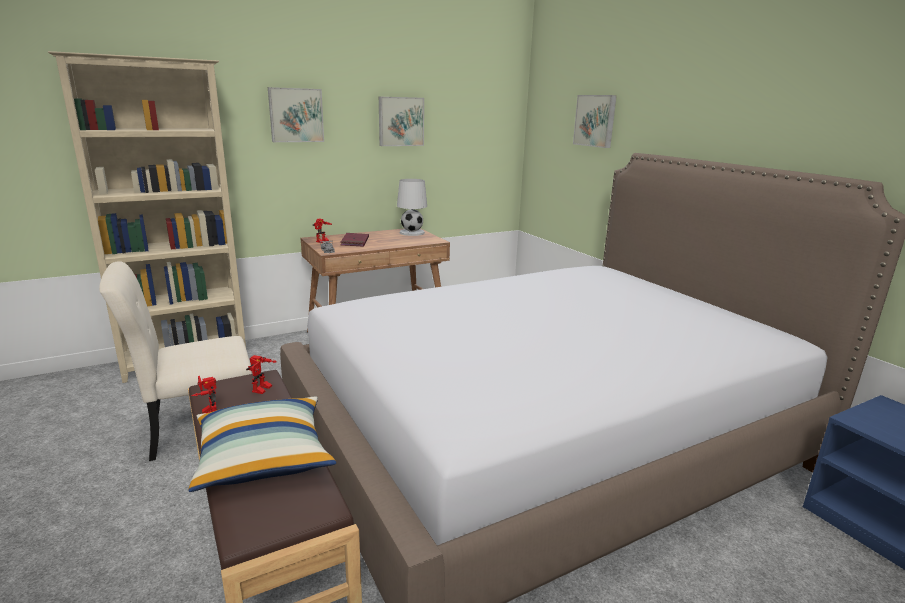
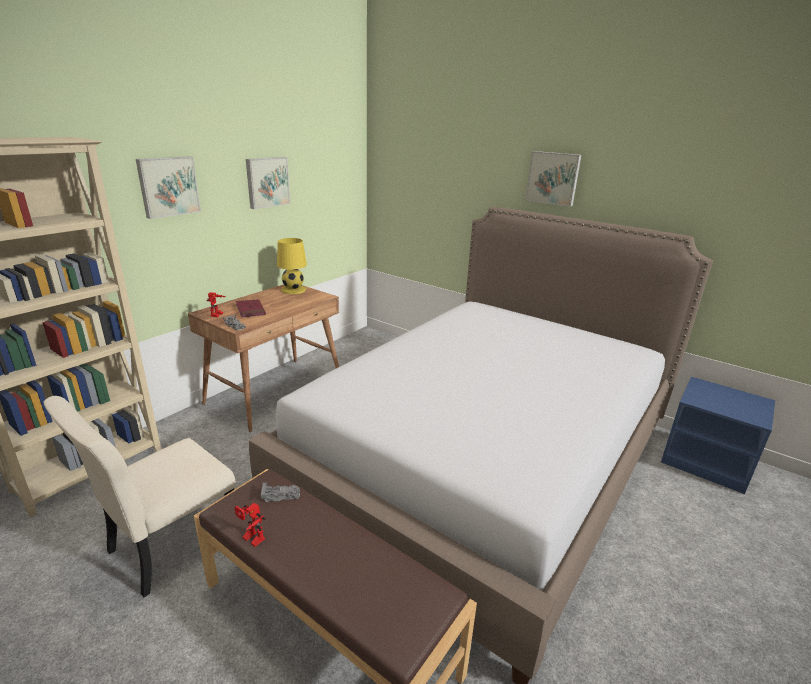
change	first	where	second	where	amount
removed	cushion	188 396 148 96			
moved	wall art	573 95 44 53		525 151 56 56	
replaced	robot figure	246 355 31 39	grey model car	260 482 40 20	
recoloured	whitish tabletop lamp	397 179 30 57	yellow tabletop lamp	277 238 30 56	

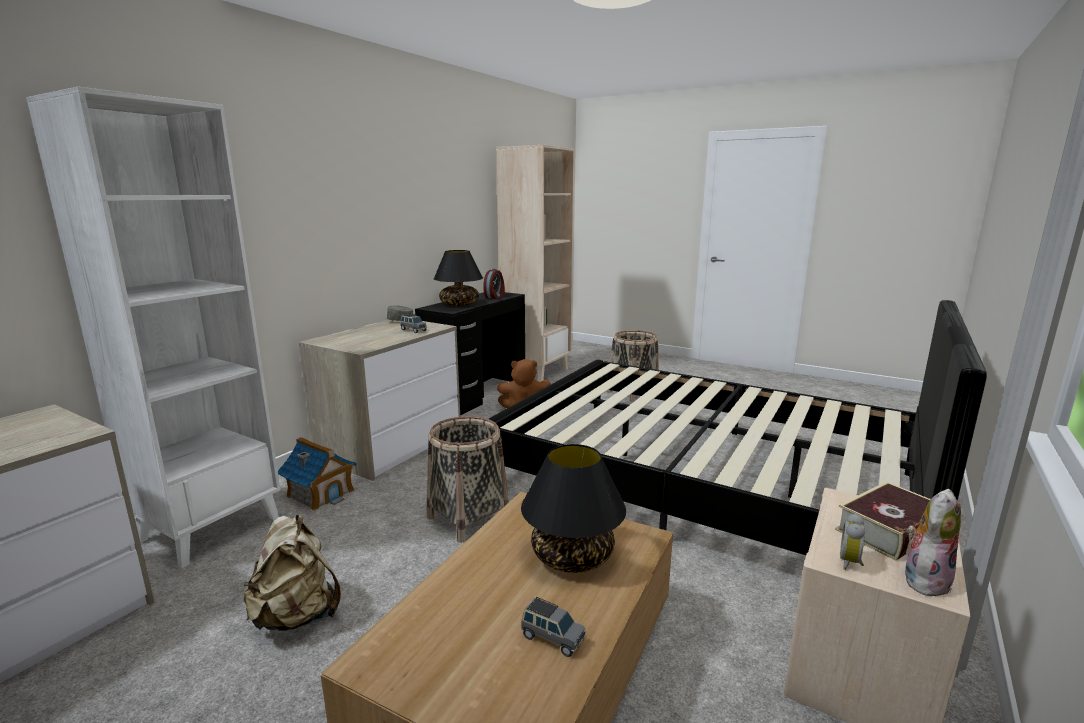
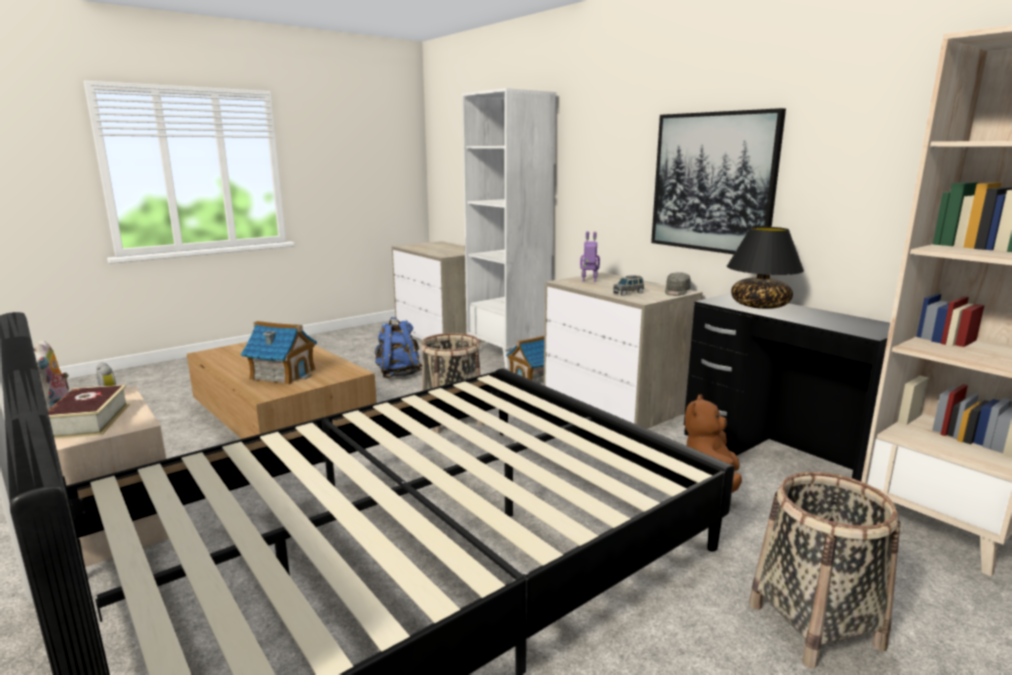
change	first	where	second	where	amount
removed	bedside clock	483 269 22 30			
removed	grey model car	521 597 65 60			
added			robot figure	580 231 20 51	
added			wall art	651 108 135 146	
replaced	blackish tabletop lamp	521 444 105 129	miniature house	241 321 76 64	
recoloured	beige-coloured backpack	244 515 97 116	bluish backpack	375 317 47 61	

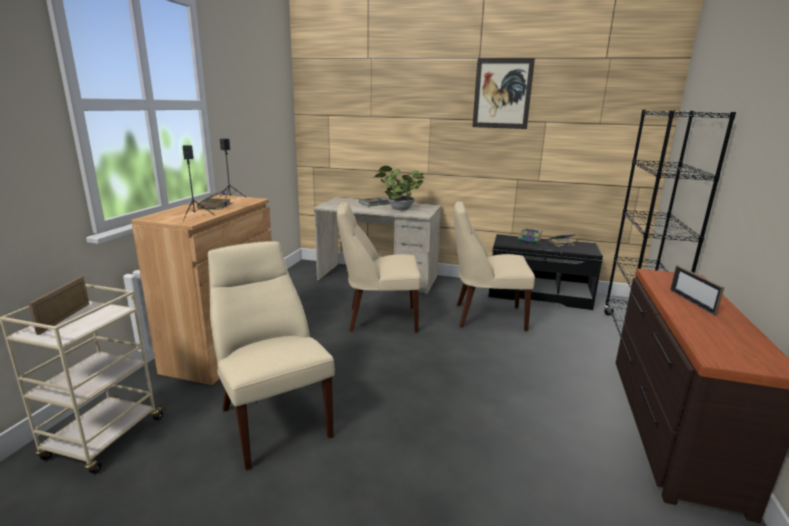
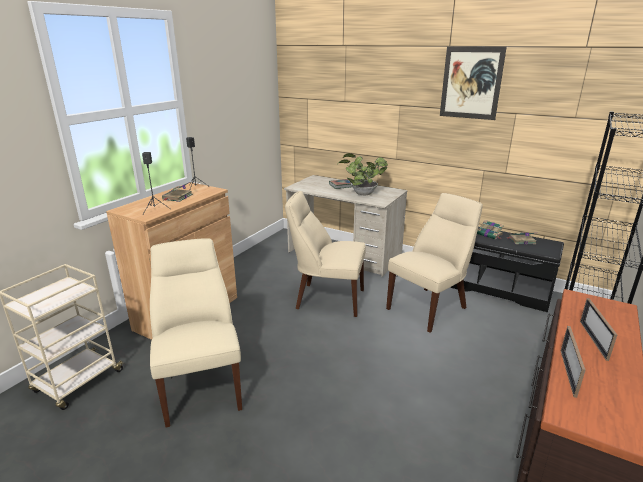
change	first	where	second	where	amount
moved	picture frame	28 276 61 59		561 326 25 72	
turned	beige-coloured chair	454 201 81 130		386 193 97 140	120 degrees clockwise

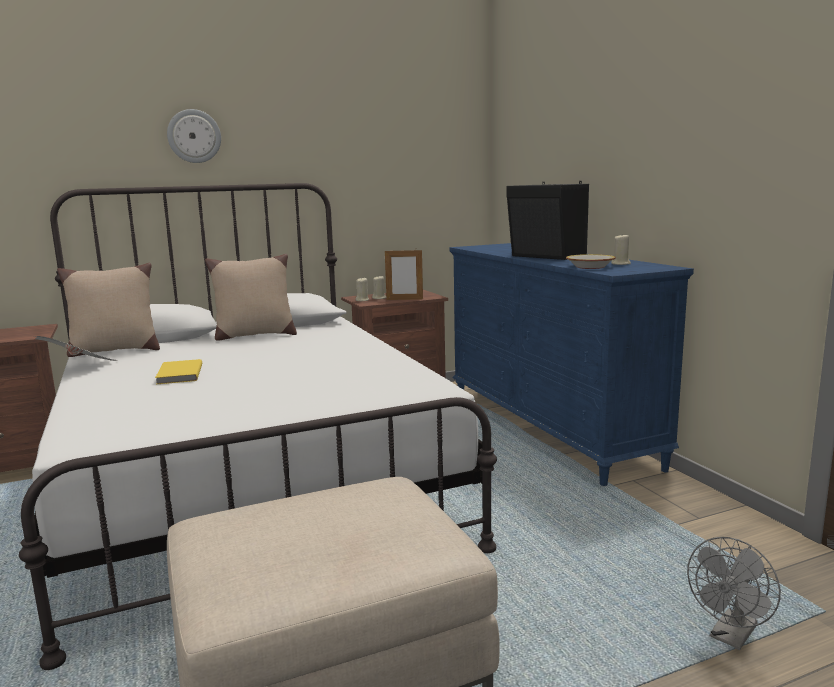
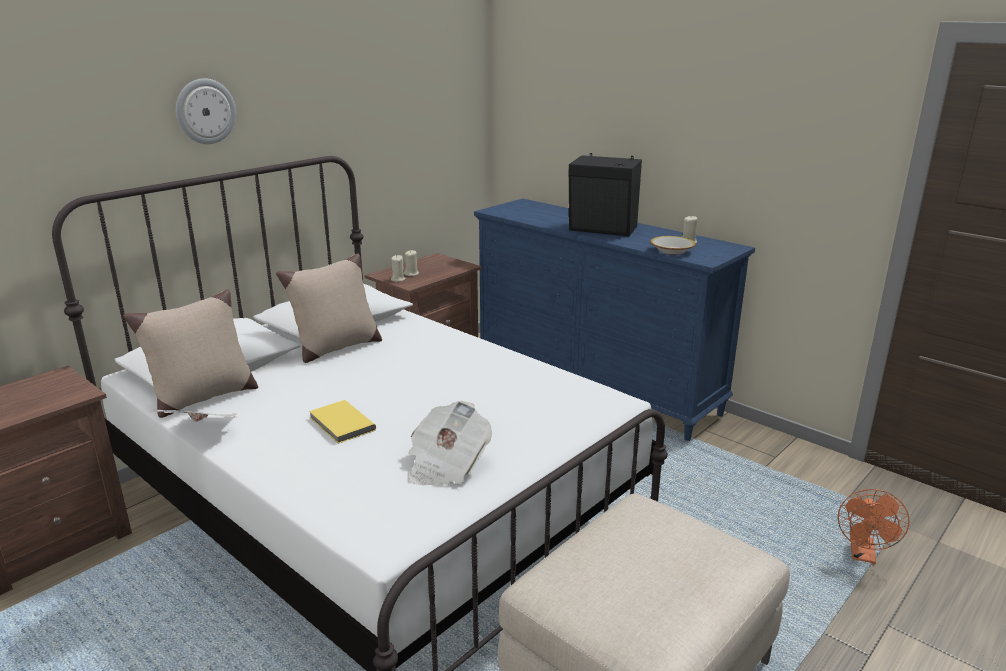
change	first	where	second	where	amount
removed	picture frame	385 249 38 51			
added			printed paper	408 401 84 84	
recoloured	grey cooling fan	687 537 94 113	orange-coloured cooling fan	838 489 72 75	

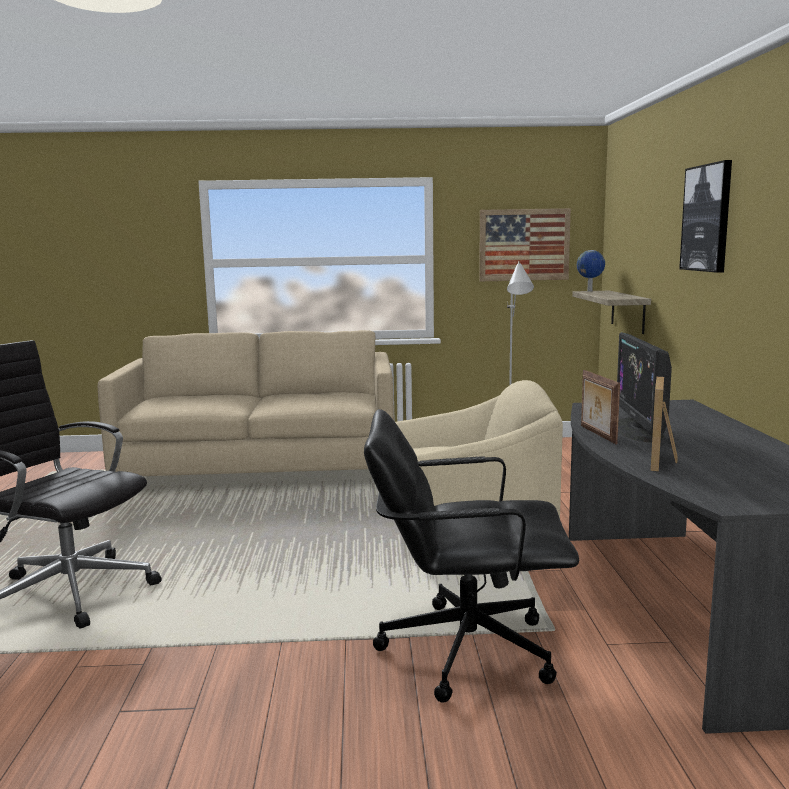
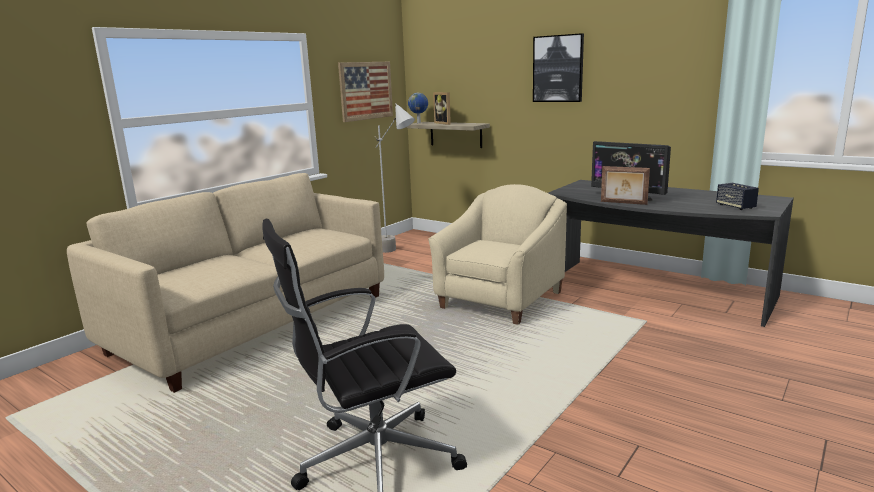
change	first	where	second	where	amount
removed	blackish desk chair	364 409 215 294			
added			speaker	716 183 43 27	
moved	picture frame	651 377 27 94		433 92 18 33	

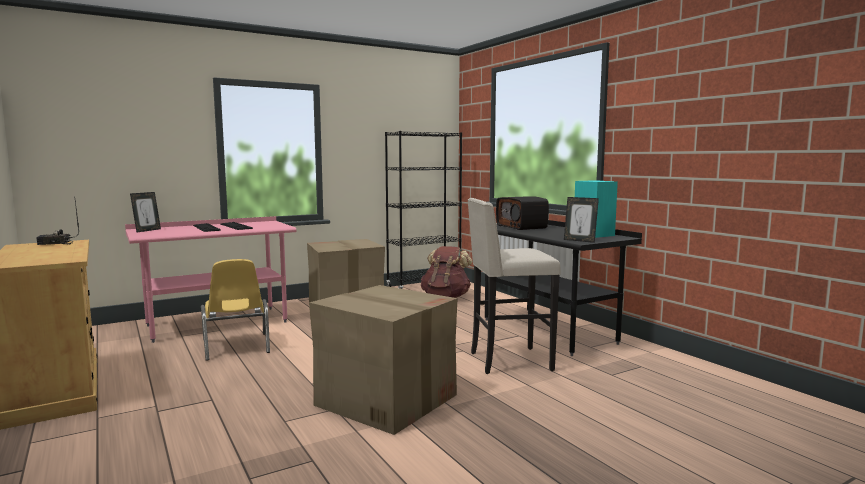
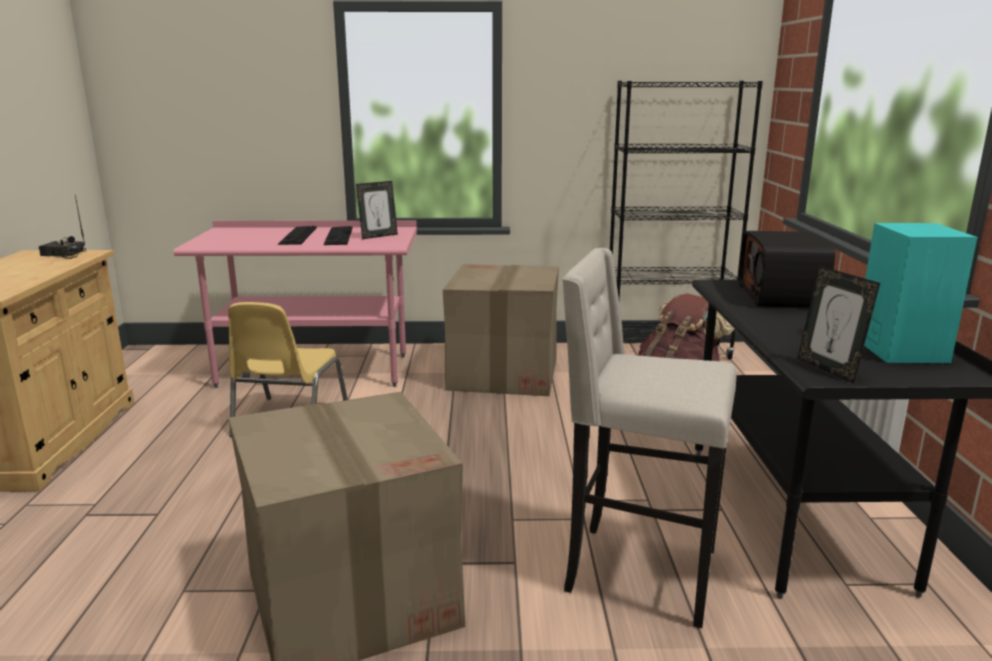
change	first	where	second	where	amount
moved	picture frame	130 192 31 40		356 181 42 58	

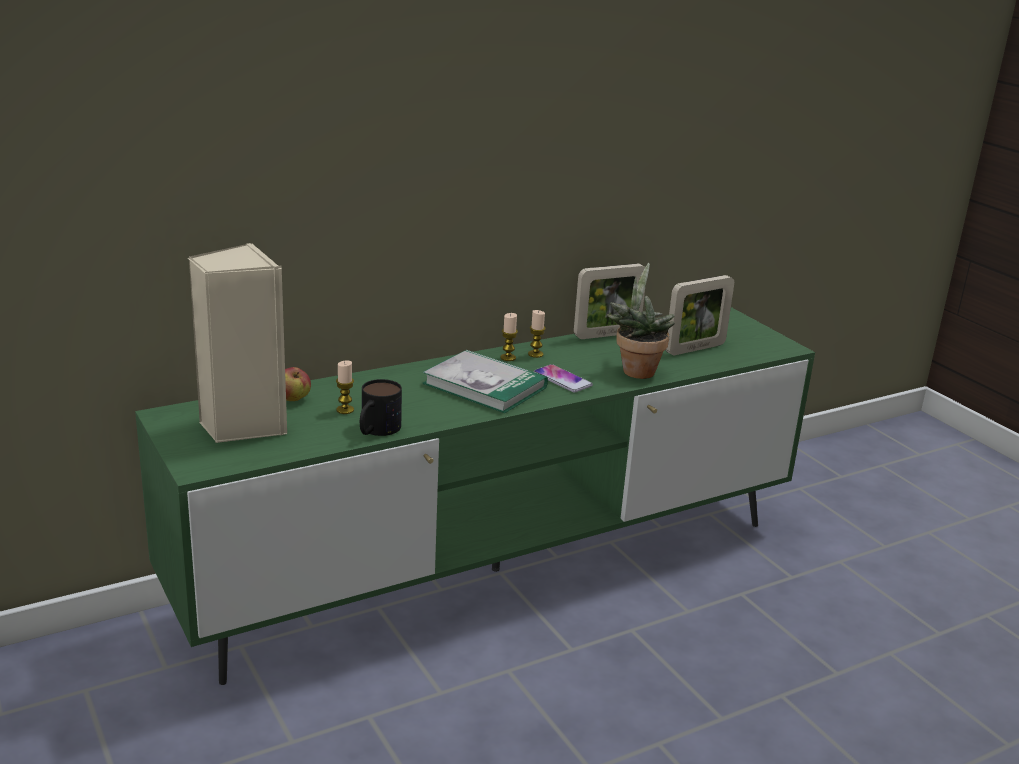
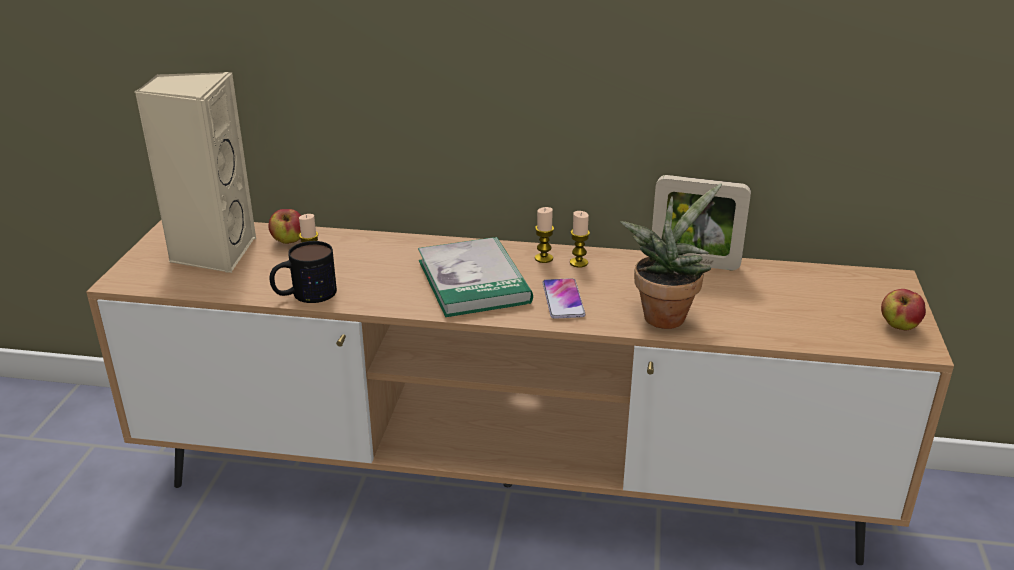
change	first	where	second	where	amount
removed	picture frame	666 275 68 80			
added			apple	881 289 45 42	
recoloured	greenish tv stand	135 307 680 378	brown-coloured tv stand	86 220 868 345	

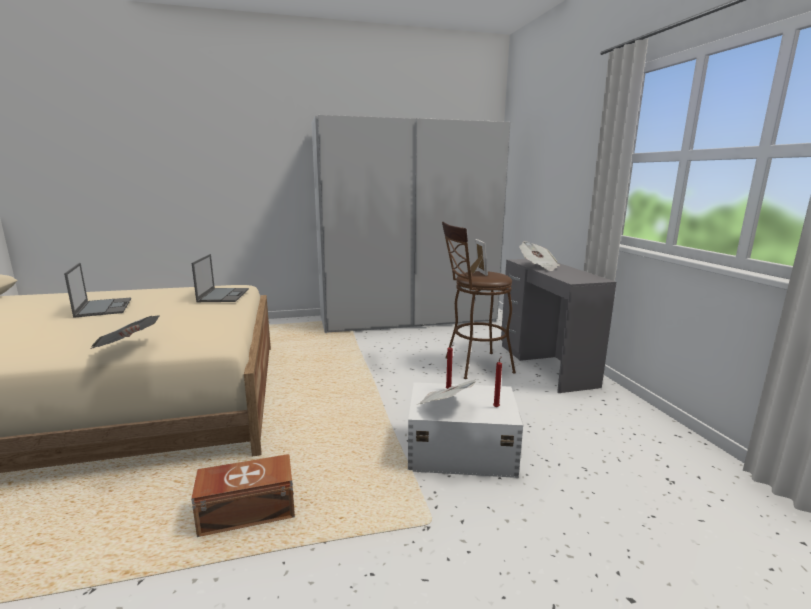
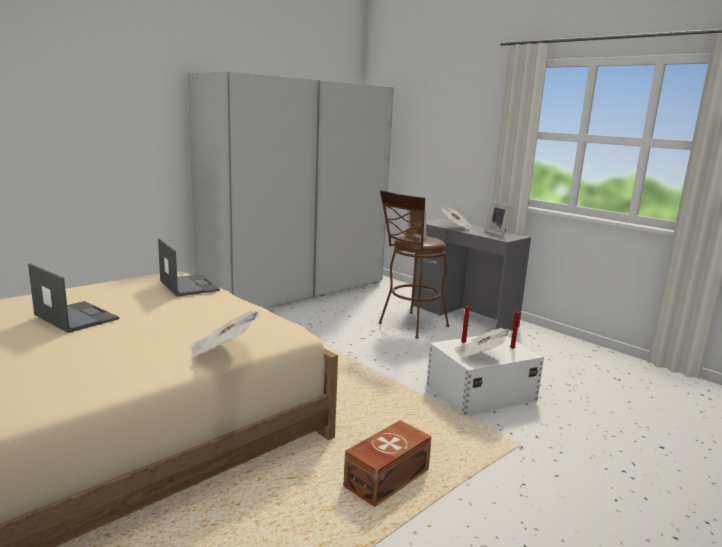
change	first	where	second	where	amount
added			picture frame	485 202 25 34	

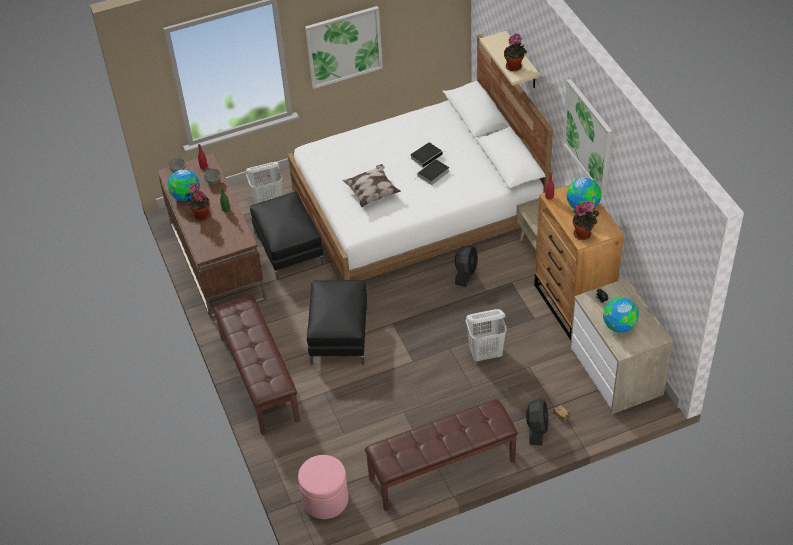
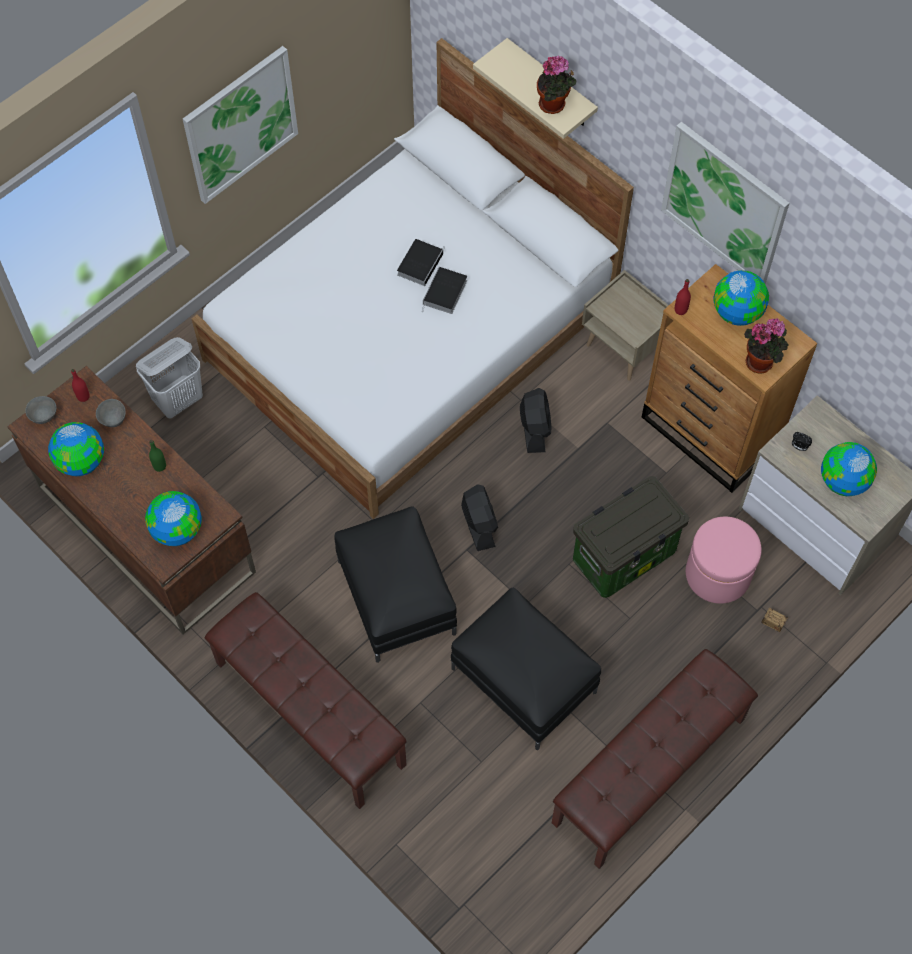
change	first	where	second	where	amount
removed	plant in a pot	186 183 24 38			
removed	cushion	342 164 59 43			
added			world globe	145 491 57 55	
moved	blackish footrest	250 192 74 88		451 588 150 162	
moved	pinkish footrest	298 455 50 64		686 517 76 87	
moved	blackish cooling fan	526 399 23 47		461 484 37 67	
replaced	whitish laundry basket	466 309 41 53	storage box	573 476 116 122	

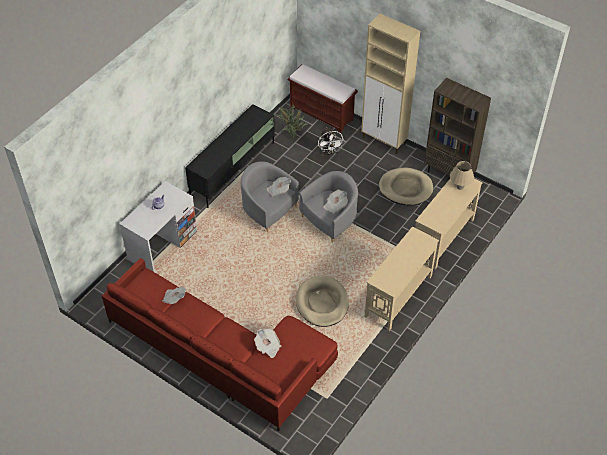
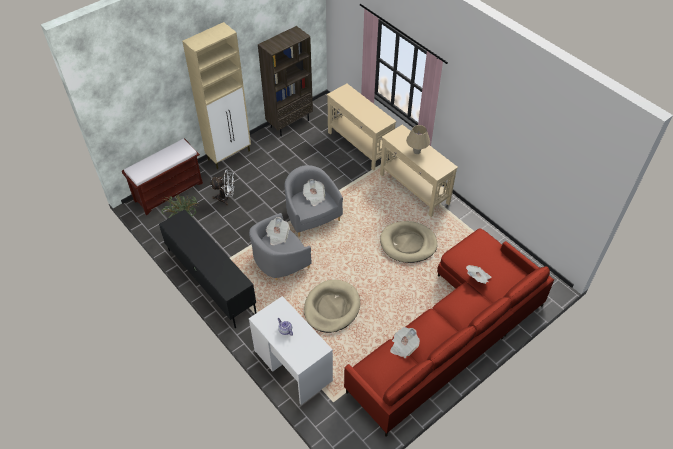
change	first	where	second	where	amount
moved	beige-coloured dog cushion	379 168 54 37		304 280 56 53	
moved	beige-coloured tabletop lamp	450 161 24 29		406 125 24 29	

